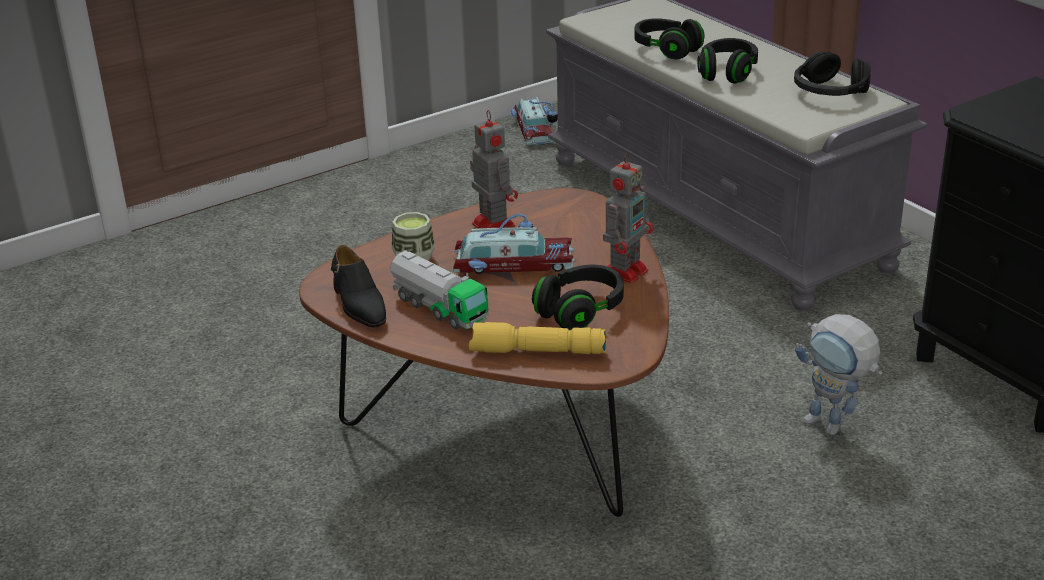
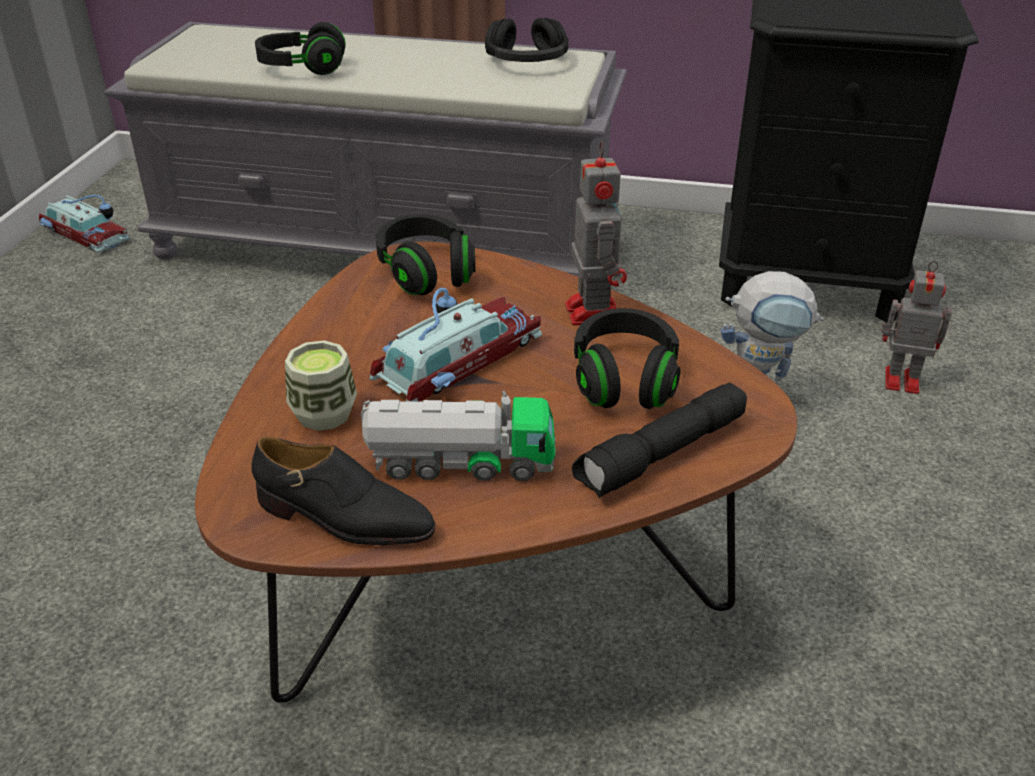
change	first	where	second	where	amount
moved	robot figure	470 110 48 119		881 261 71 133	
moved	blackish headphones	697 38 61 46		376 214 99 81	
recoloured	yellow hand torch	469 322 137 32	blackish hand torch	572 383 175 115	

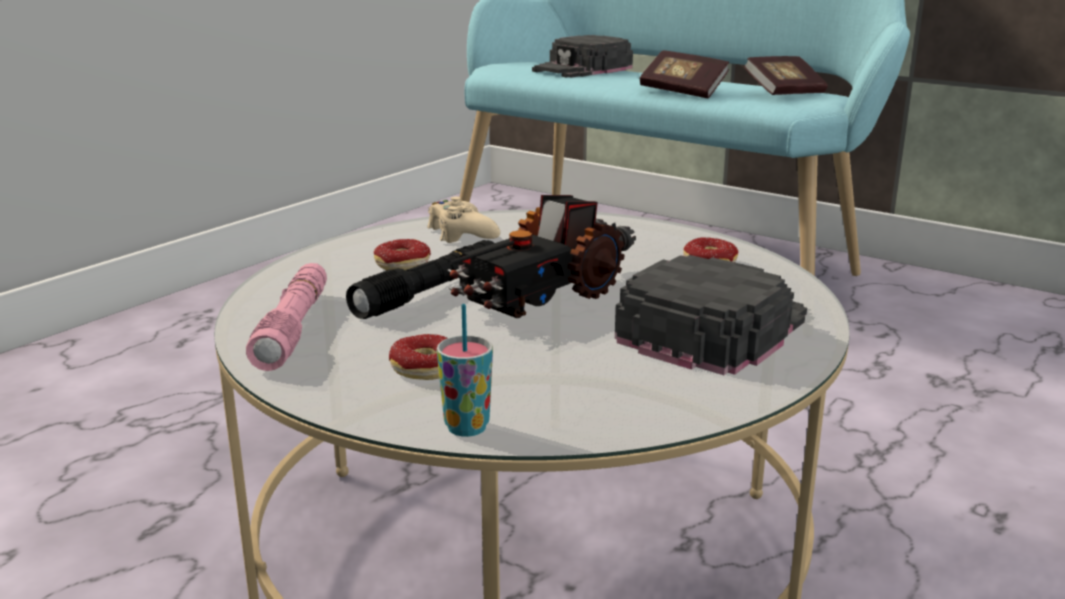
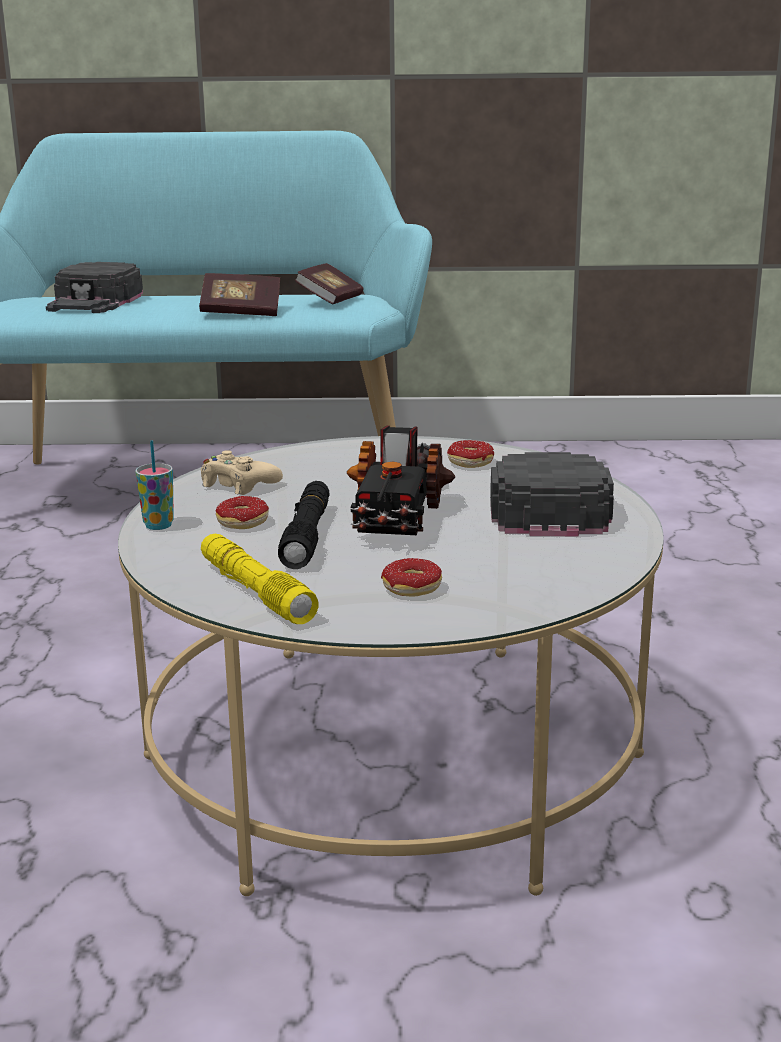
change	first	where	second	where	amount
moved	drinking cup	437 304 56 133		135 440 39 90	
recoloured	pinkish hand torch	246 263 81 108	yellow hand torch	201 533 118 91	

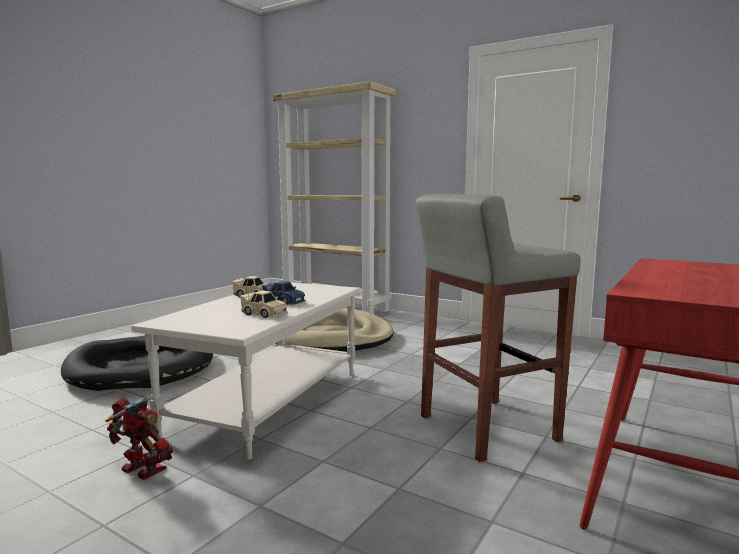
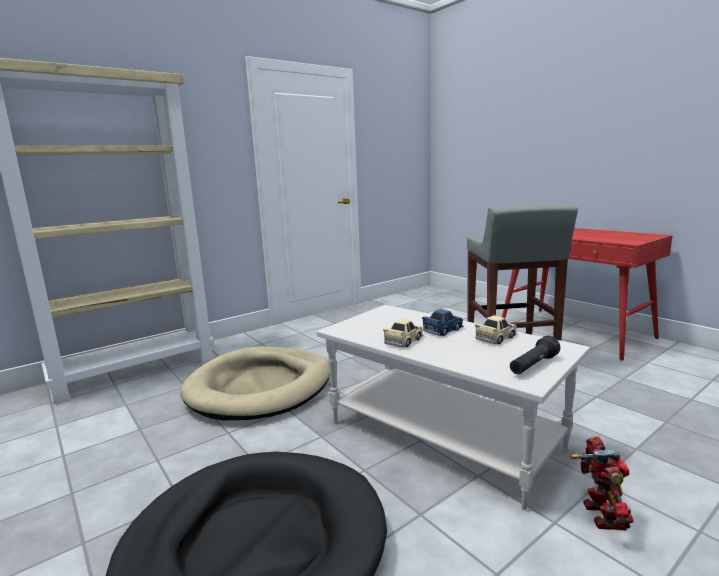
change	first	where	second	where	amount
added			blackish hand torch	510 336 50 38	
turned	robot figure	105 397 68 83		570 436 64 95	135 degrees clockwise

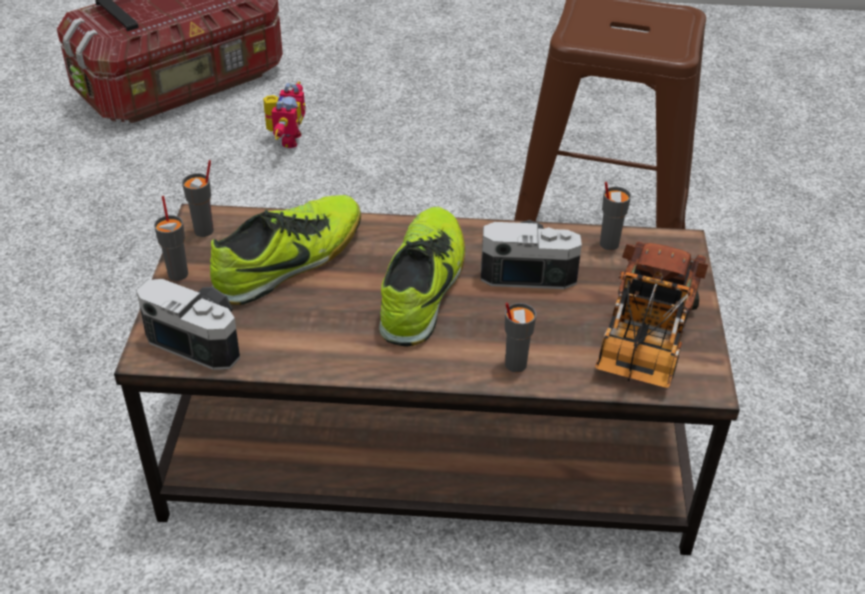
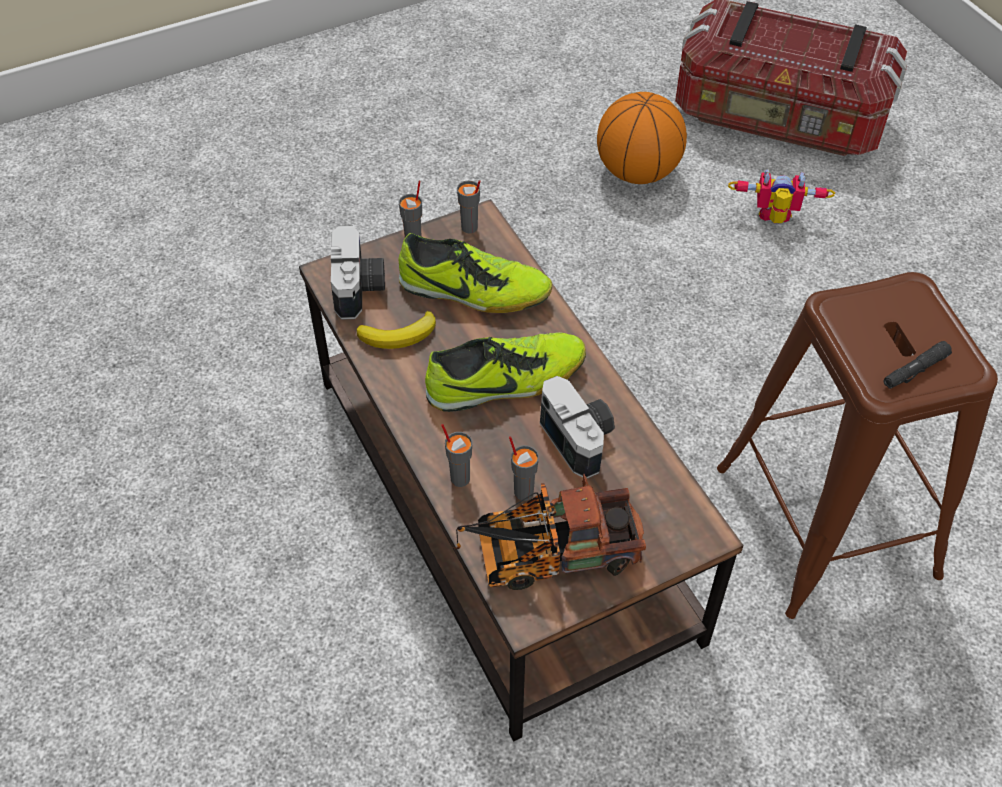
change	first	where	second	where	amount
added			banana	356 311 80 38	
added			ball for basketball	597 92 90 92	
added			blackish hand torch	883 341 69 48	
moved	grey drinking cup	600 182 31 68		509 436 30 65	
turned	robot figure	263 82 43 66		728 169 107 55	150 degrees counterclockwise

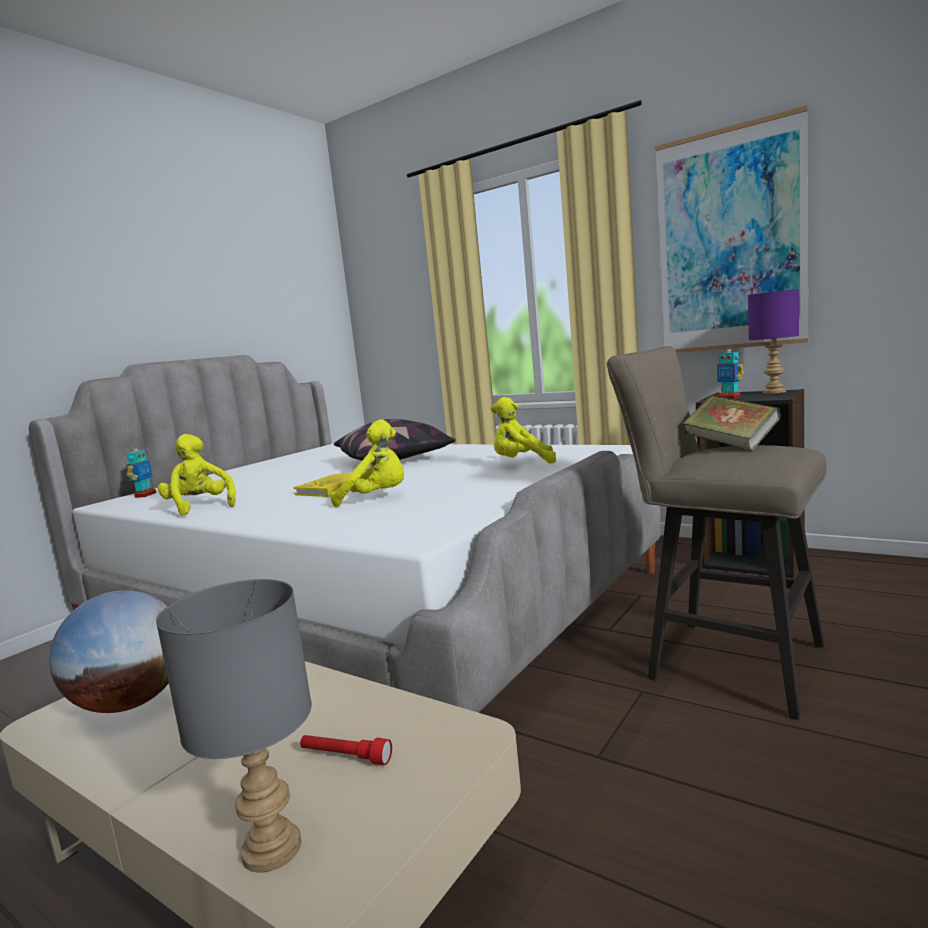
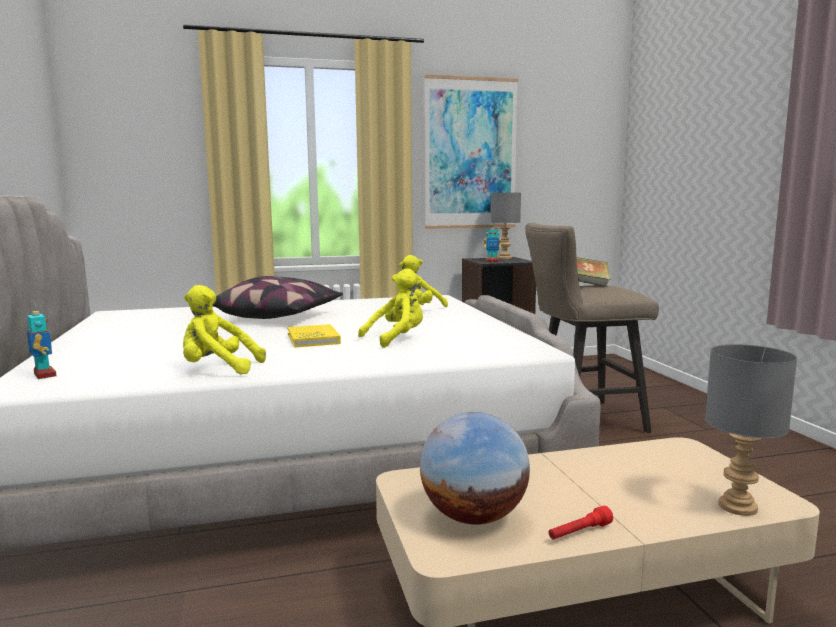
change	first	where	second	where	amount
moved	red-coloured hand torch	300 735 92 30		549 506 64 33	
recoloured	purple tabletop lamp	748 289 51 105	grey tabletop lamp	490 193 31 66	

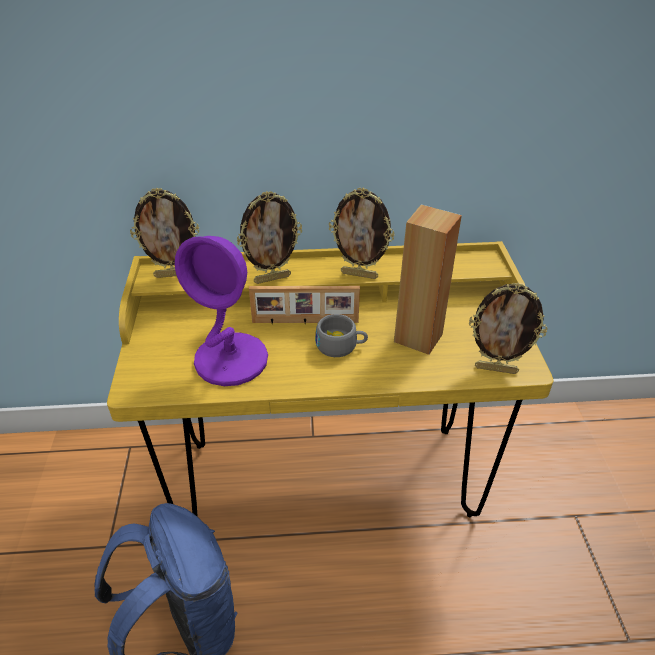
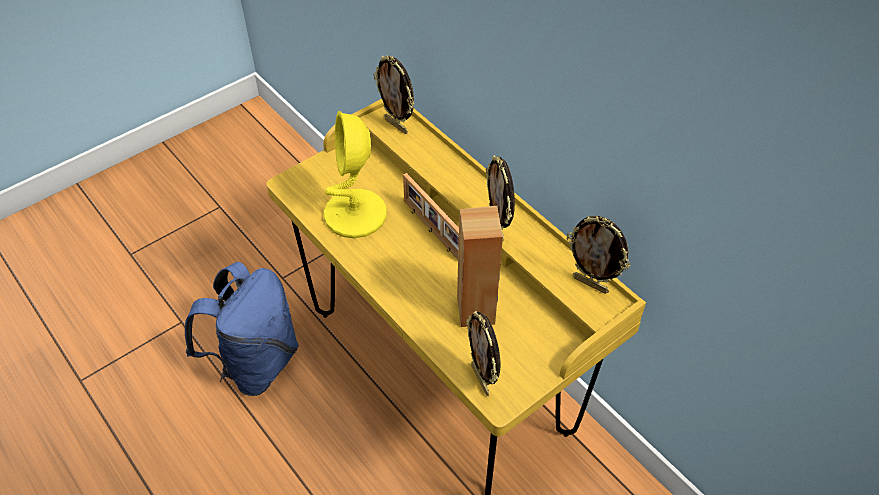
change	first	where	second	where	amount
removed	grey drinking cup	315 314 53 43			
moved	picture frame	237 191 65 93		566 216 64 78	
recoloured	purple tabletop lamp	175 236 93 150	yellow tabletop lamp	324 111 63 127	

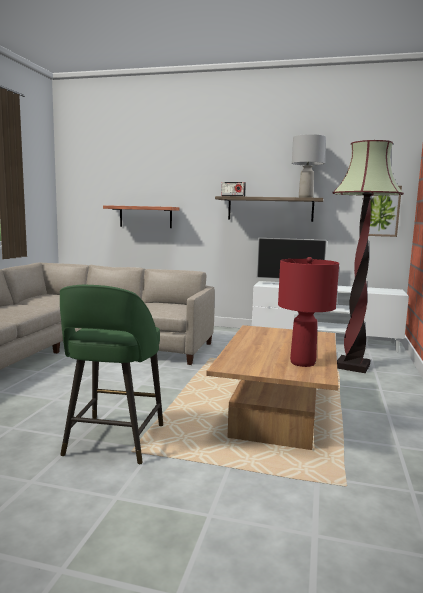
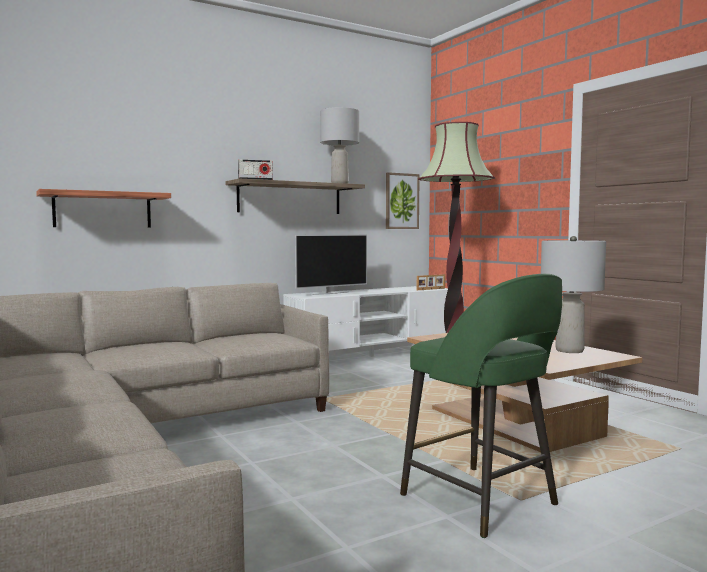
change	first	where	second	where	amount
added			picture frame	417 274 28 16	
recoloured	red-coloured tabletop lamp	278 257 61 110	grey tabletop lamp	541 236 65 117	

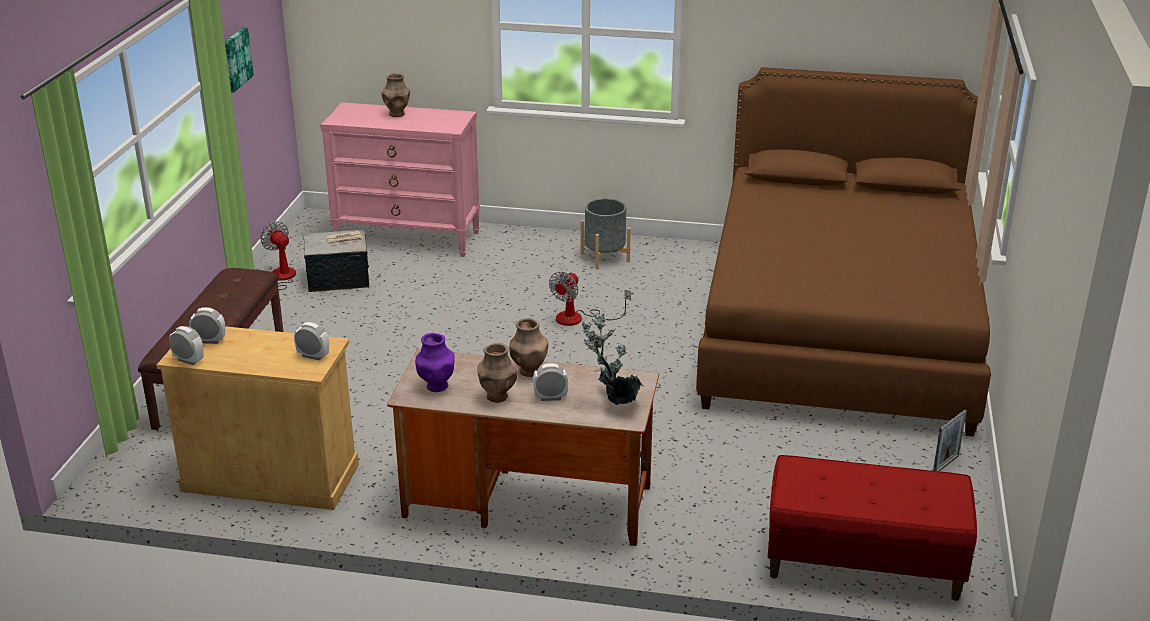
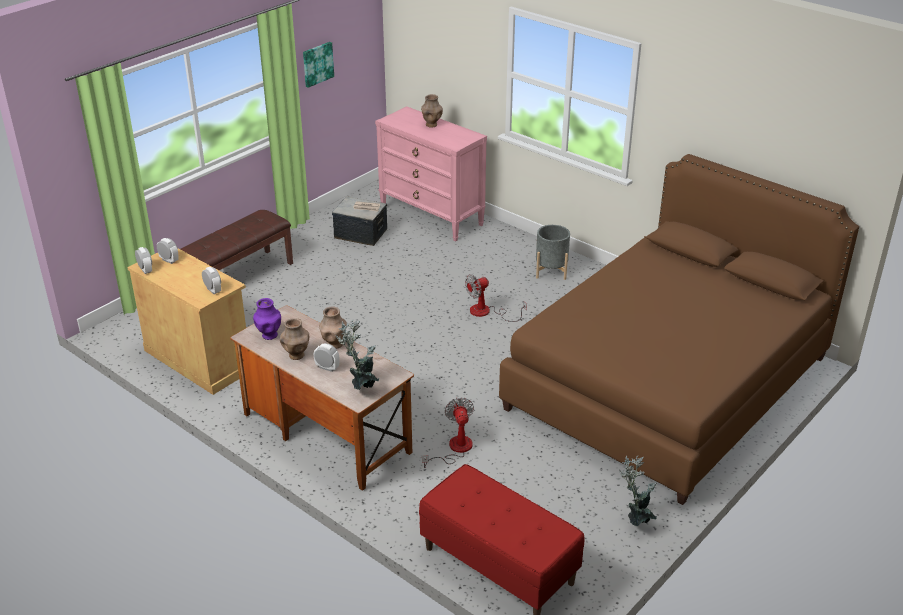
change	first	where	second	where	amount
moved	cooling fan	261 221 35 69		422 397 52 71	
replaced	picture frame	933 410 33 61	plant in a pot	619 456 38 70	

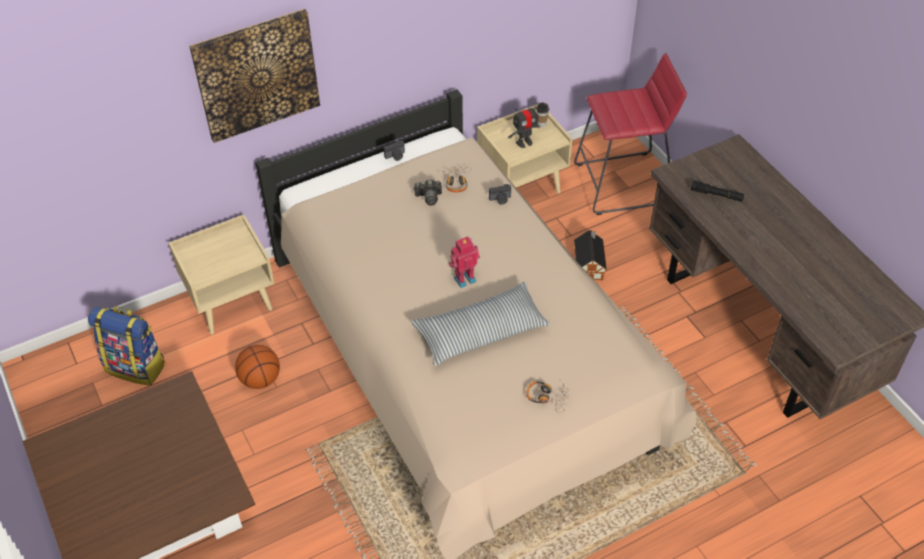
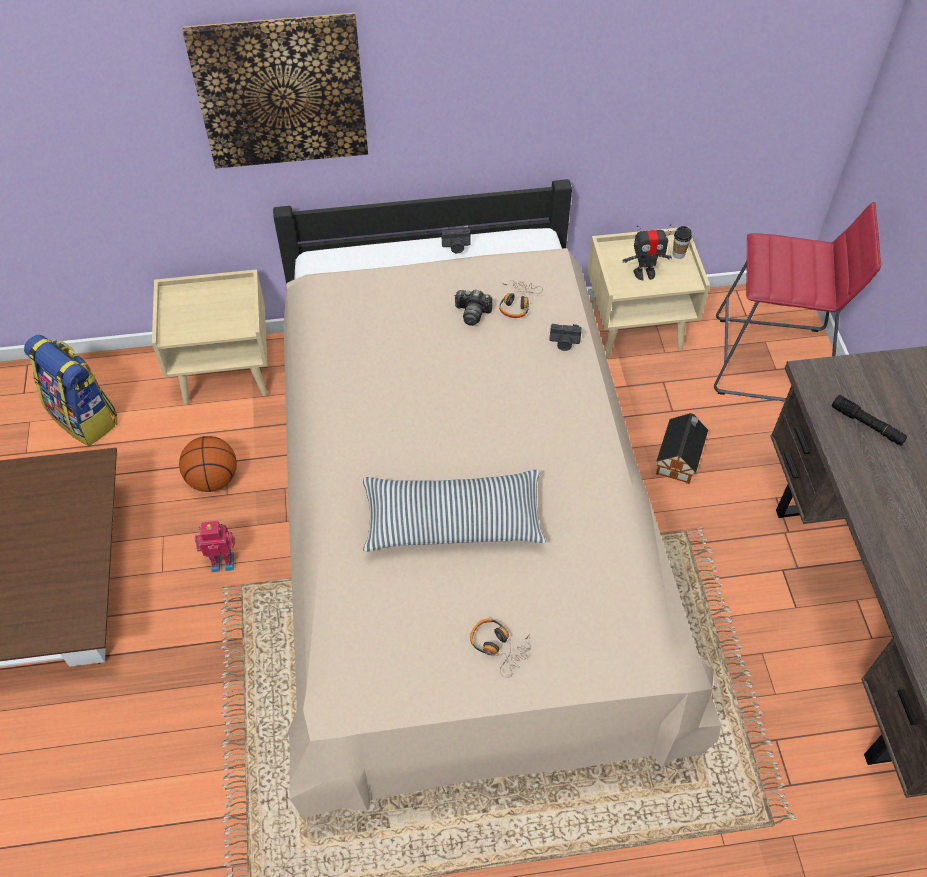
change	first	where	second	where	amount
moved	robot figure	449 236 31 52		195 521 40 51	

